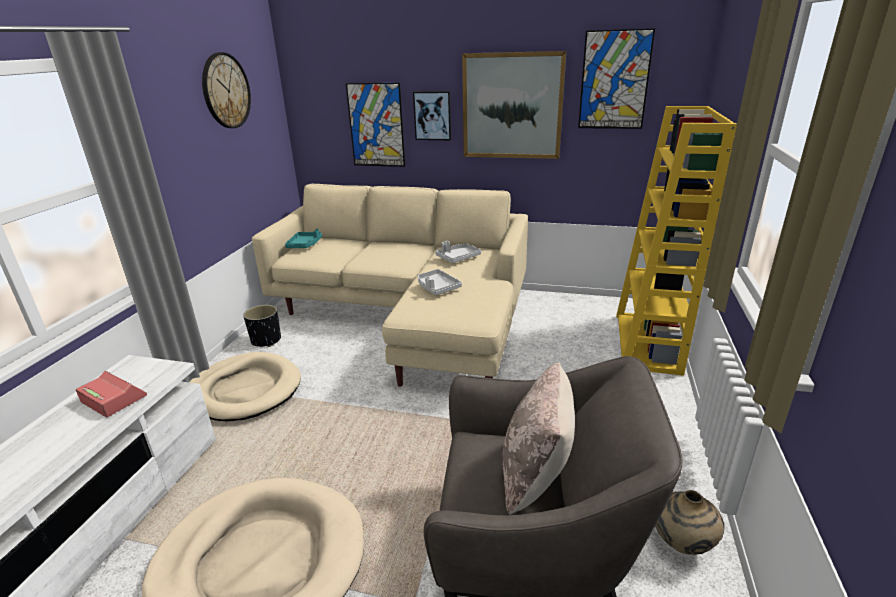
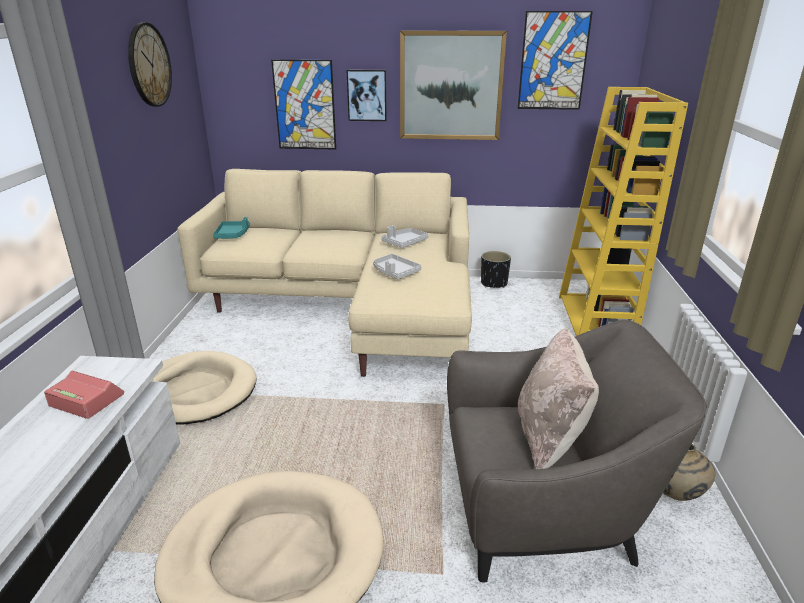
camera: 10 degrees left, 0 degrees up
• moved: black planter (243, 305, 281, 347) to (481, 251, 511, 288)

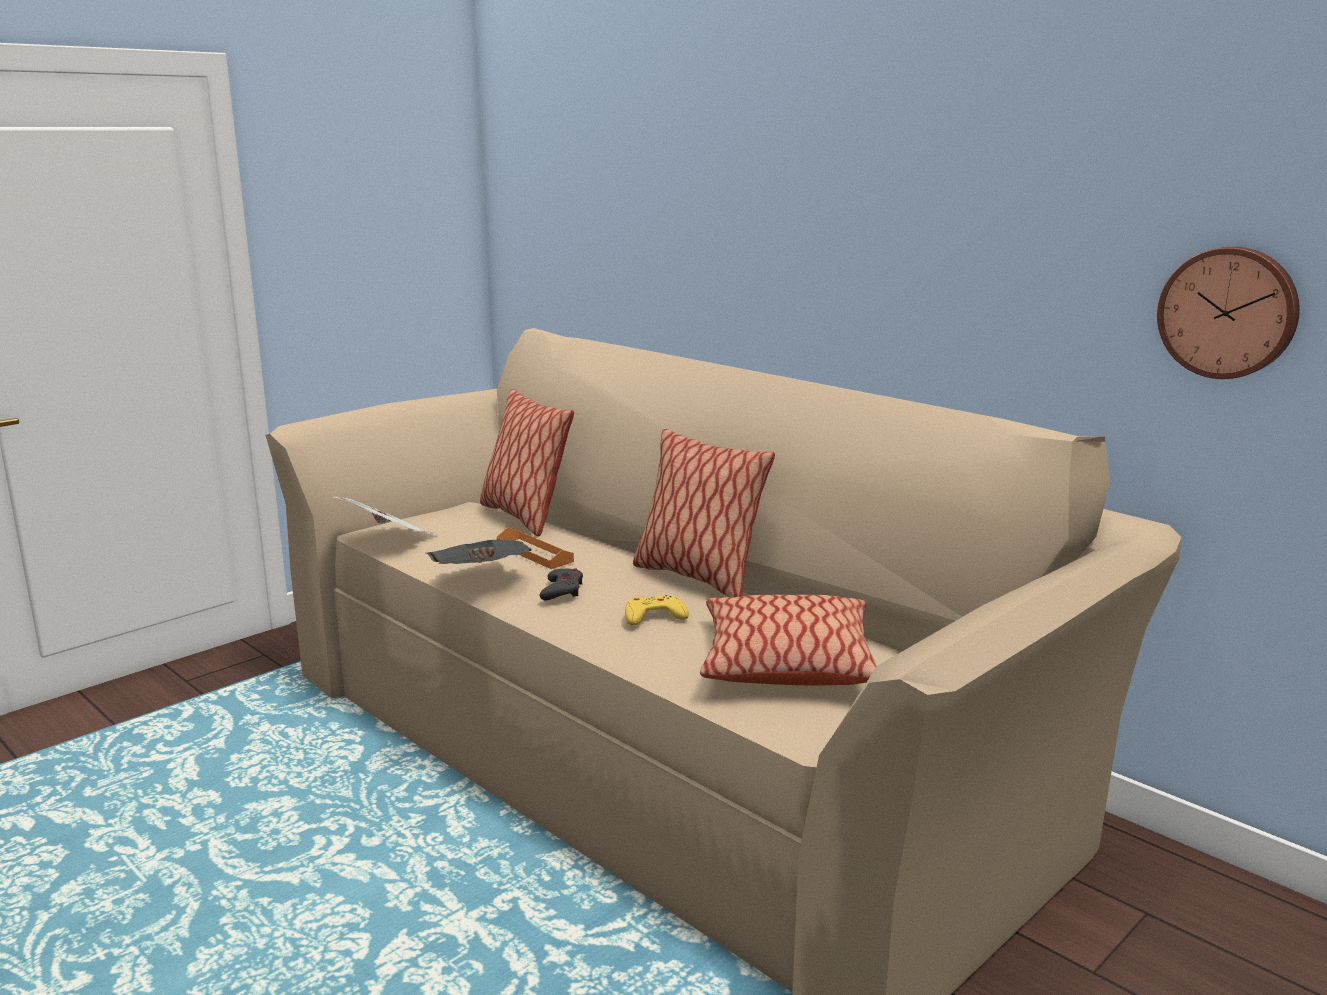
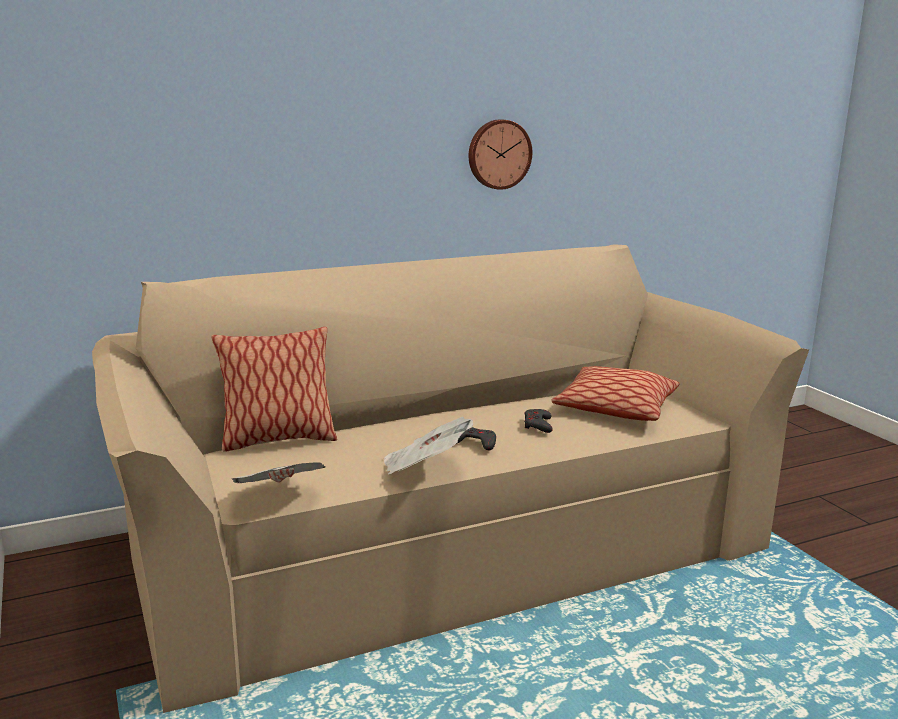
camera: 70 degrees left, 0 degrees up
• moved: wall clock (1157, 247, 1300, 379) to (469, 119, 532, 190)
• recoloured: yellow game controller (625, 595, 689, 625) to grey game controller (524, 409, 553, 433)
• removed: orange tray (497, 527, 574, 569)
• removed: pillow (633, 428, 775, 597)

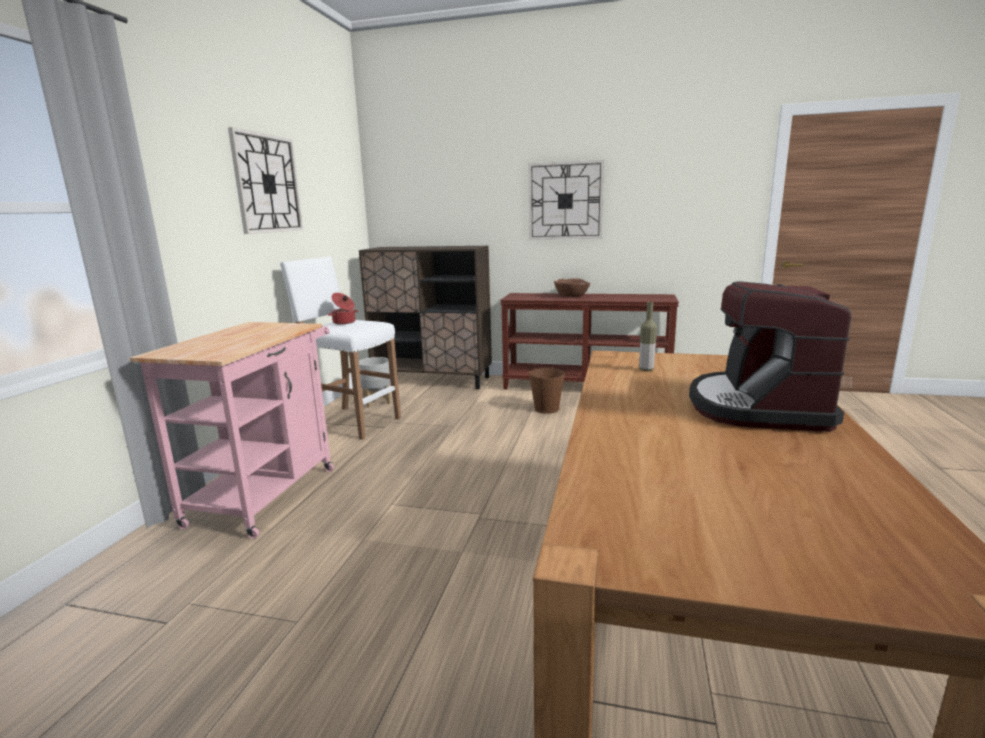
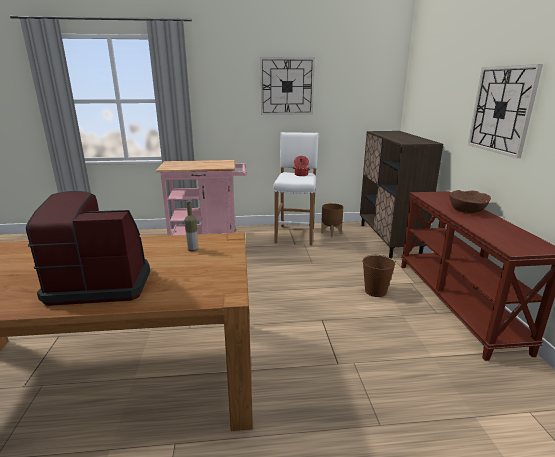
camera: 70 degrees right, 5 degrees up
• recoloured: grey planter (359, 357, 391, 407) to brown planter (321, 203, 343, 237)

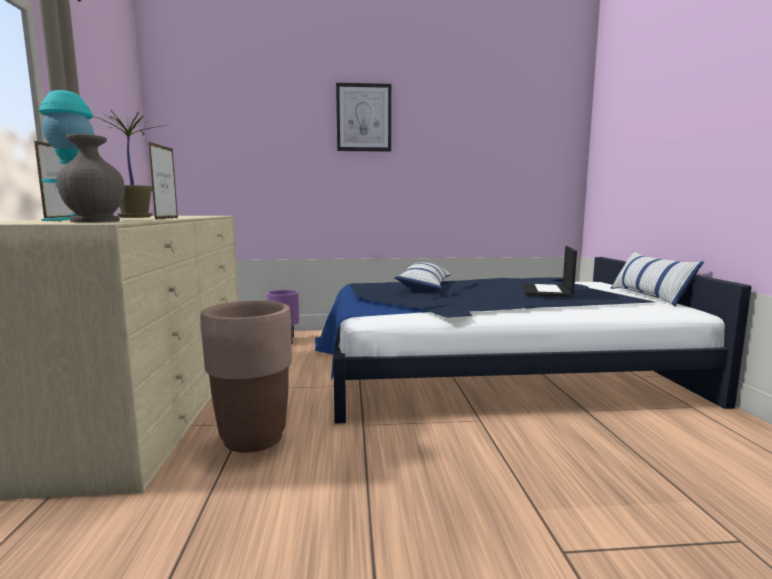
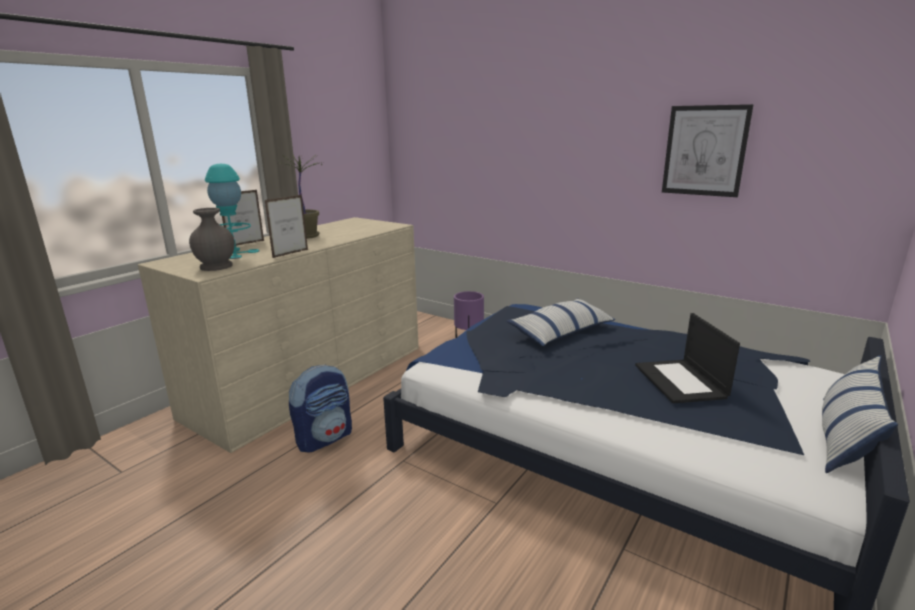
camera: 40 degrees right, 10 degrees up
• replaced: brown planter (200, 301, 292, 453) to backpack (289, 364, 352, 453)
• turned: laptop (522, 246, 577, 297) = (635, 313, 740, 403) 60 degrees counterclockwise
• moved: picture (336, 83, 391, 152) to (662, 104, 753, 197)

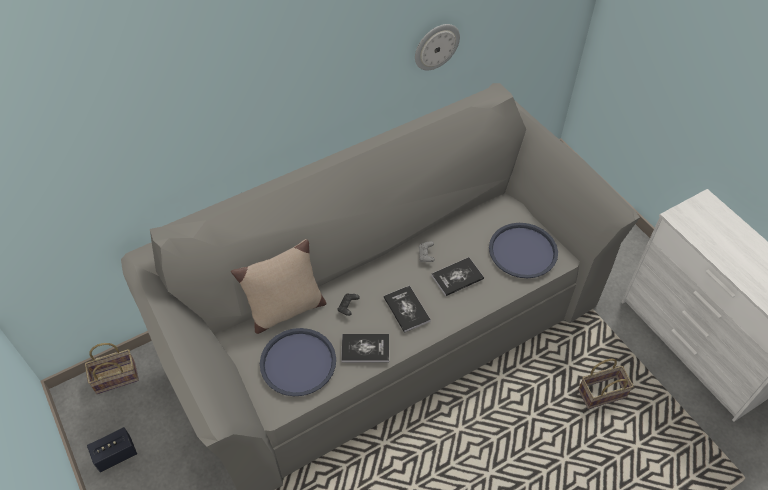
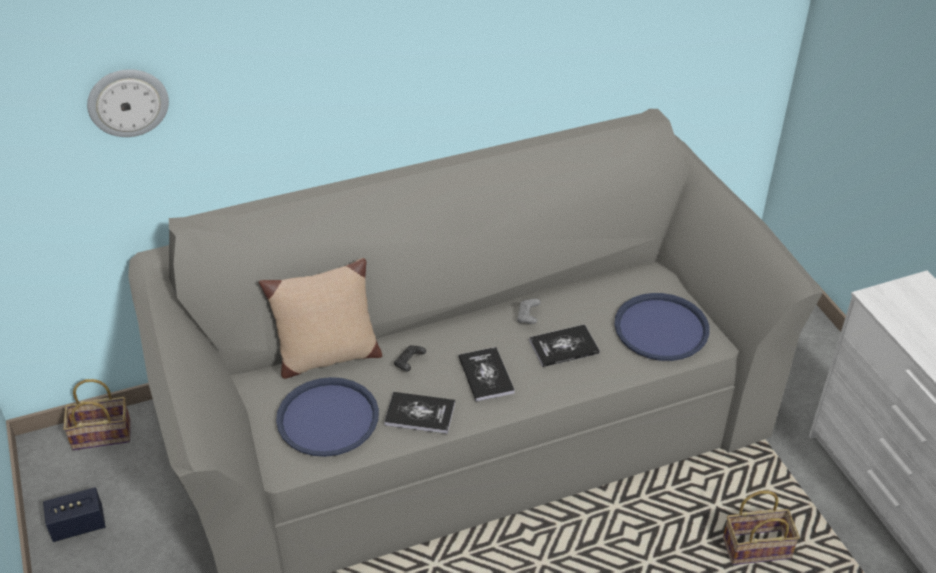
camera: 10 degrees right, 10 degrees down
• moved: wall clock (415, 24, 460, 70) to (87, 69, 169, 137)

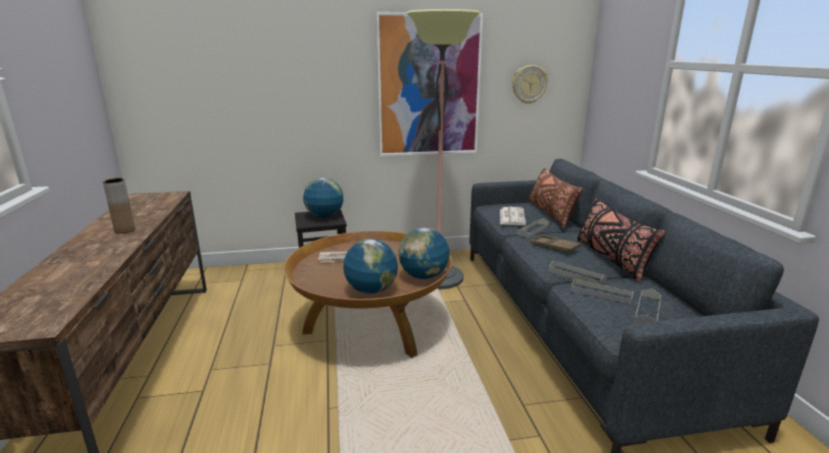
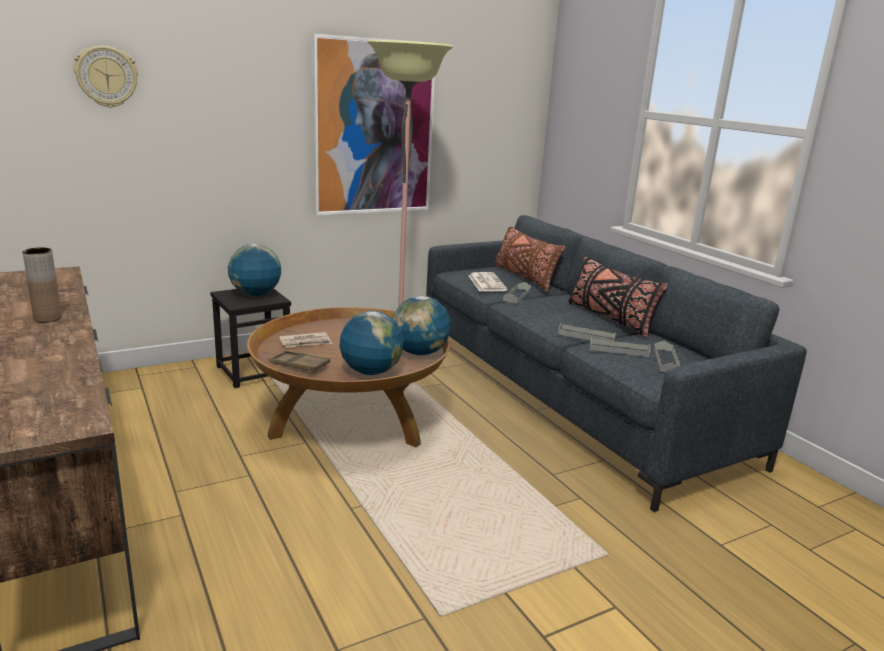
camera: 20 degrees left, 0 degrees up
• moved: wall clock (512, 65, 548, 104) to (73, 46, 138, 108)
• moved: brown tray (530, 235, 581, 253) to (269, 350, 330, 372)

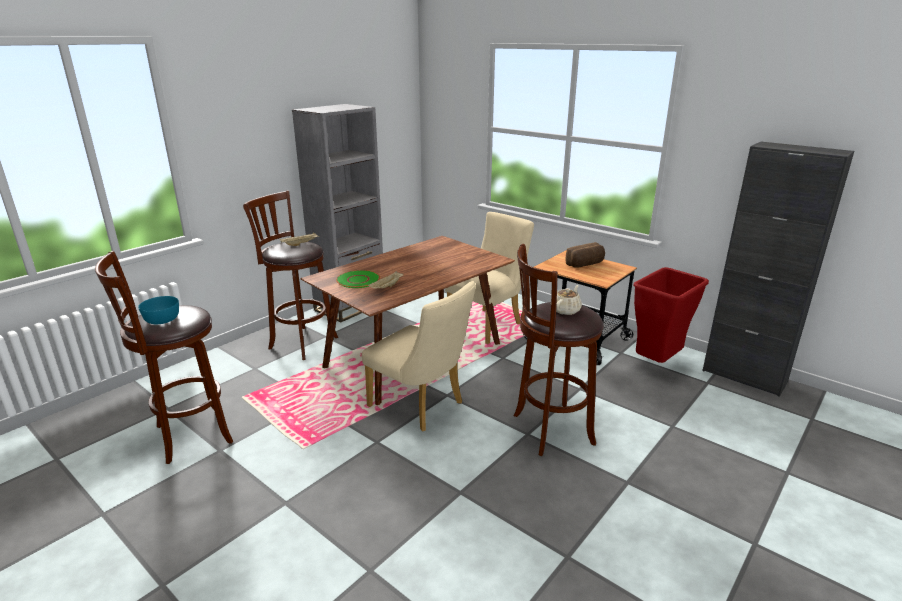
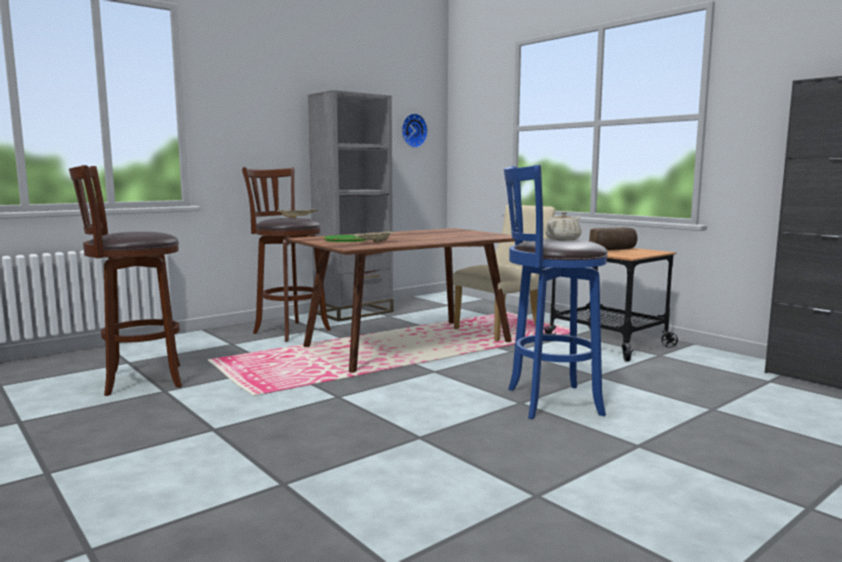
camera: 10 degrees right, 15 degrees down
• added: wall clock (401, 113, 428, 148)
• recoloured: brown stool (514, 244, 603, 456) to blue stool (504, 165, 608, 419)
• removed: turquoise bowl (138, 296, 179, 324)
• removed: beige chair (362, 281, 476, 431)
• removed: red trash can (634, 267, 709, 363)

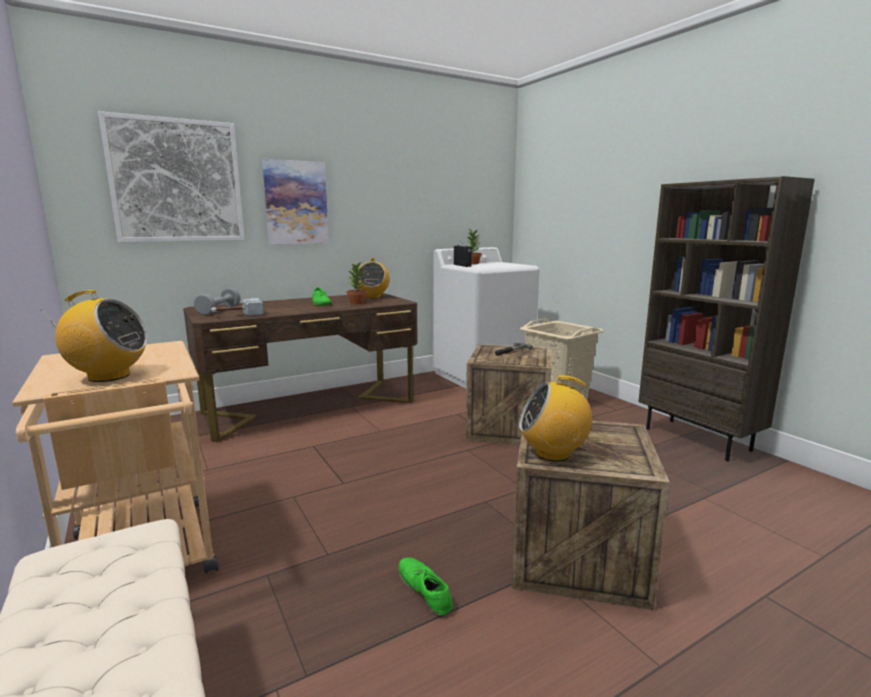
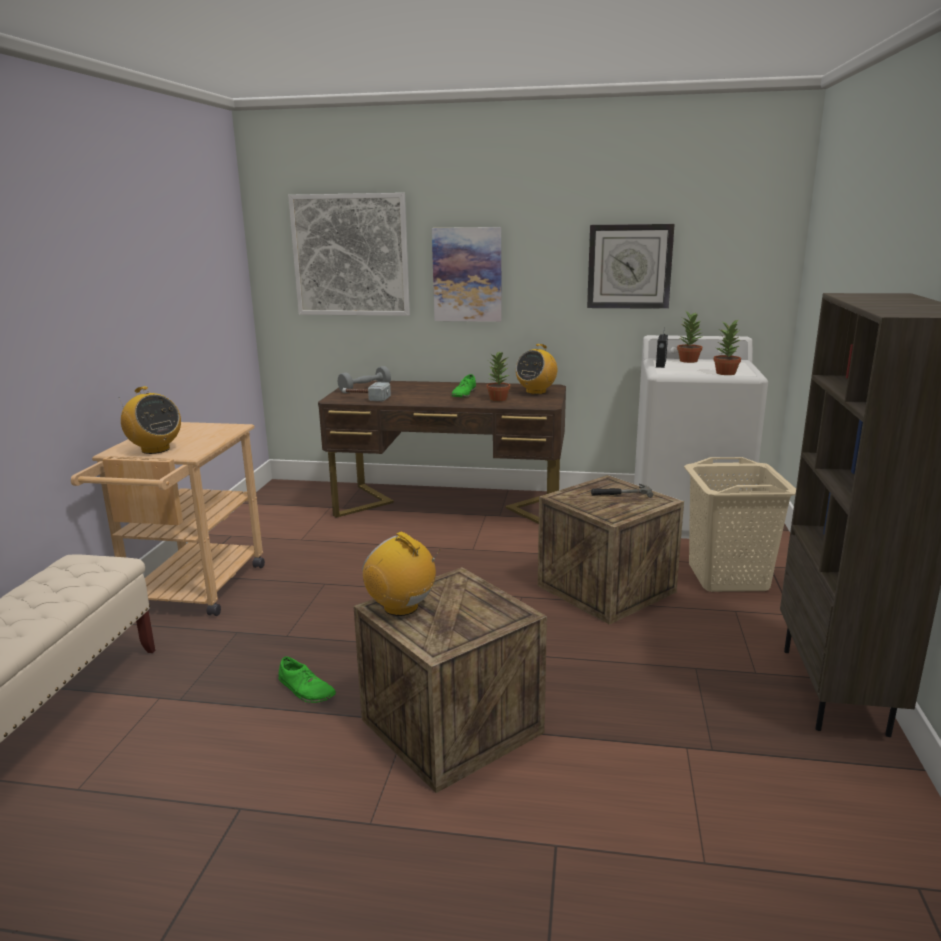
camera: 40 degrees right, 5 degrees up
• turned: green shoe (398, 558, 453, 616) = (278, 656, 336, 703) 120 degrees clockwise
• added: wall clock (587, 224, 675, 309)
• added: potted plant (714, 319, 741, 375)

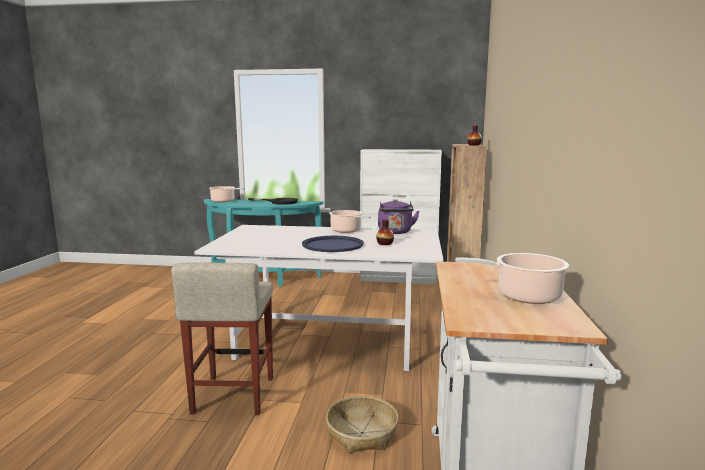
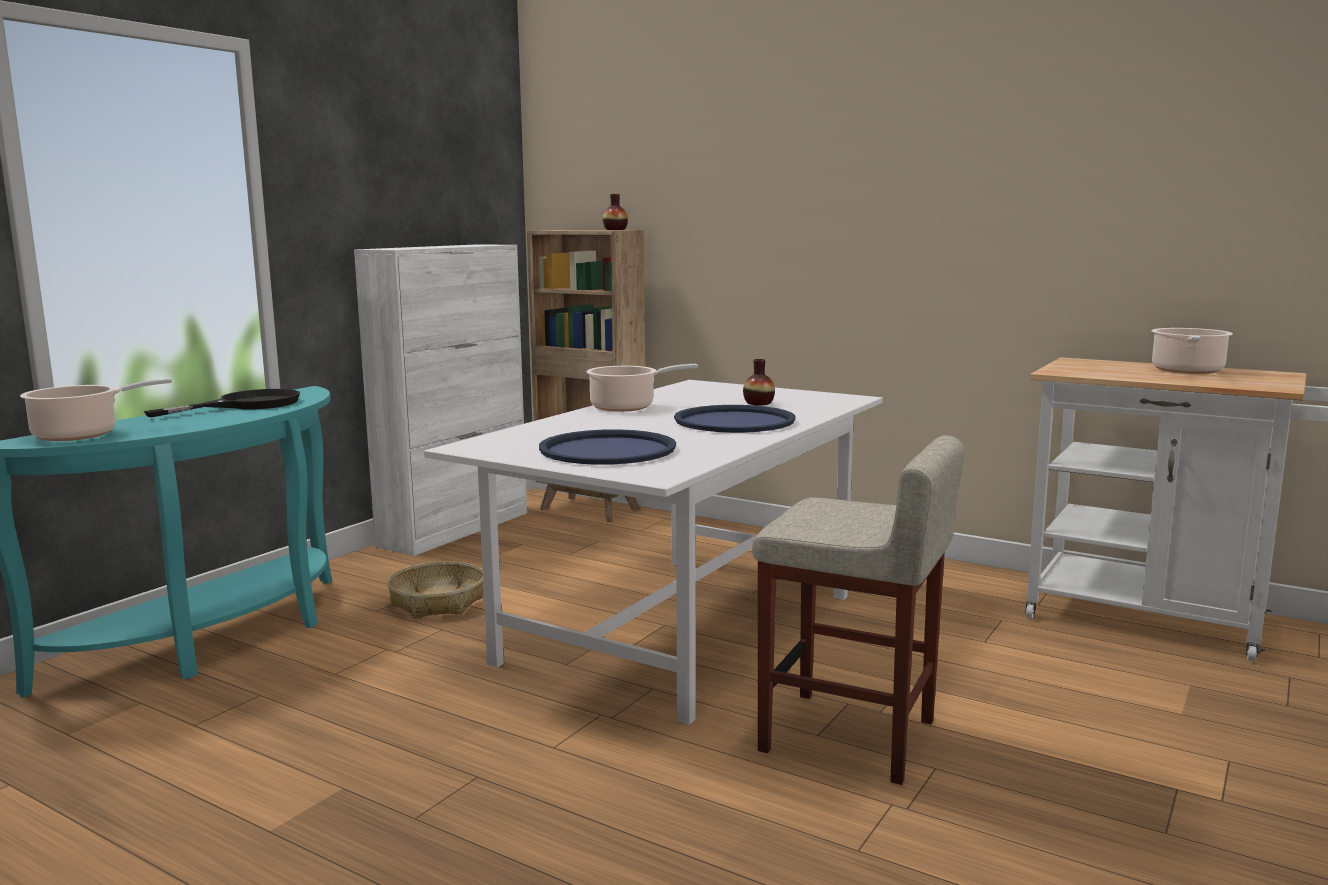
camera: 65 degrees left, 0 degrees up
• moved: basket (326, 396, 399, 453) to (387, 561, 484, 618)
• added: blue tray (539, 429, 676, 465)
• removed: purple kettle (378, 199, 420, 234)

